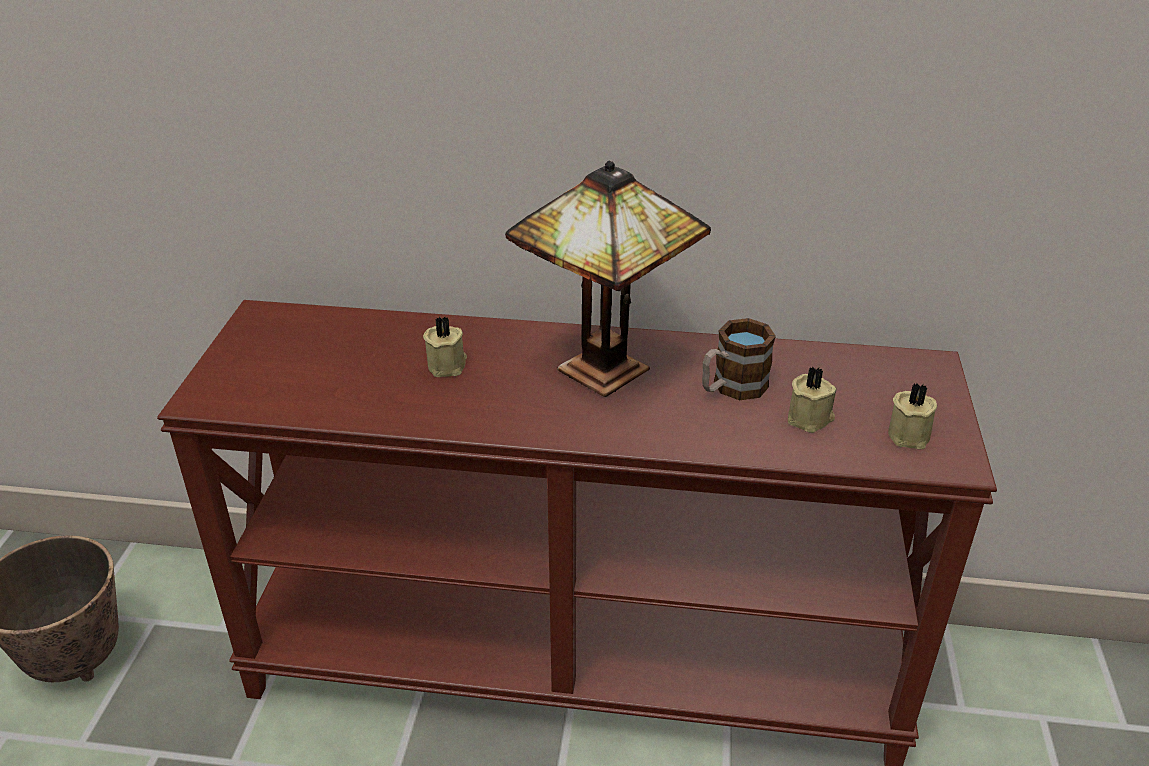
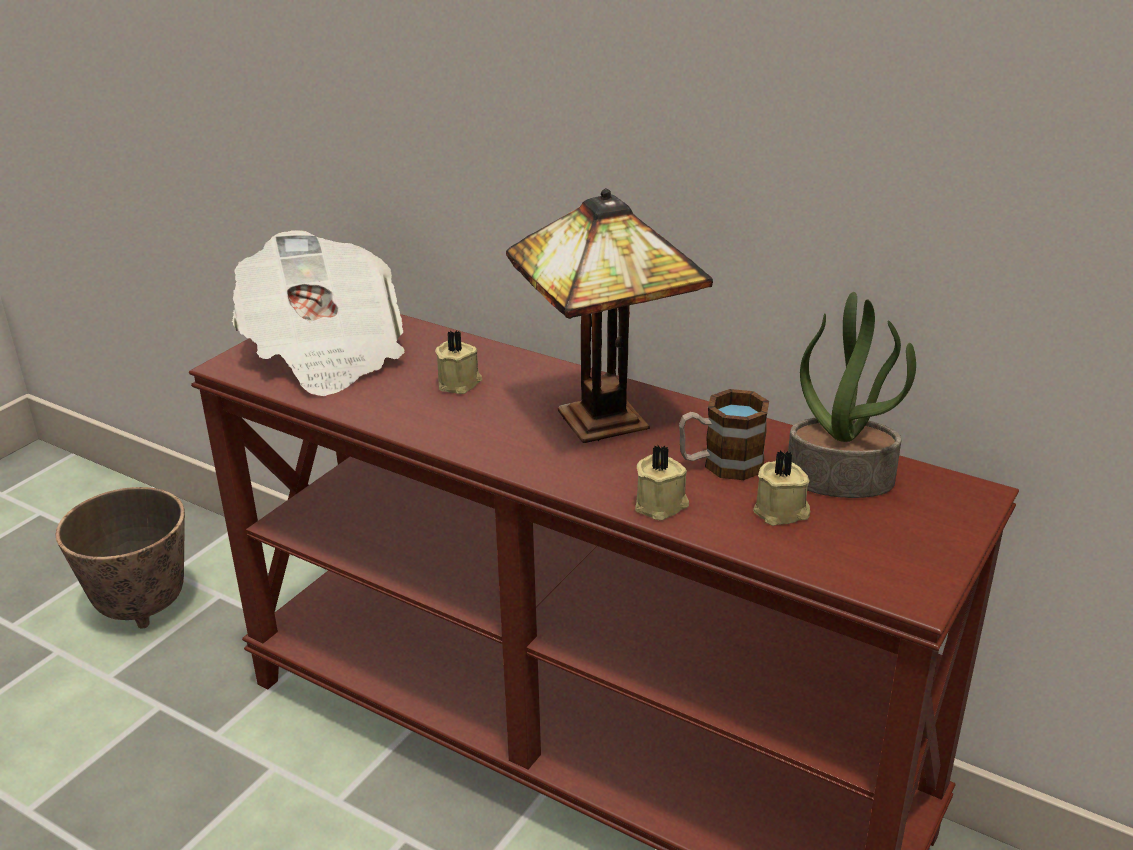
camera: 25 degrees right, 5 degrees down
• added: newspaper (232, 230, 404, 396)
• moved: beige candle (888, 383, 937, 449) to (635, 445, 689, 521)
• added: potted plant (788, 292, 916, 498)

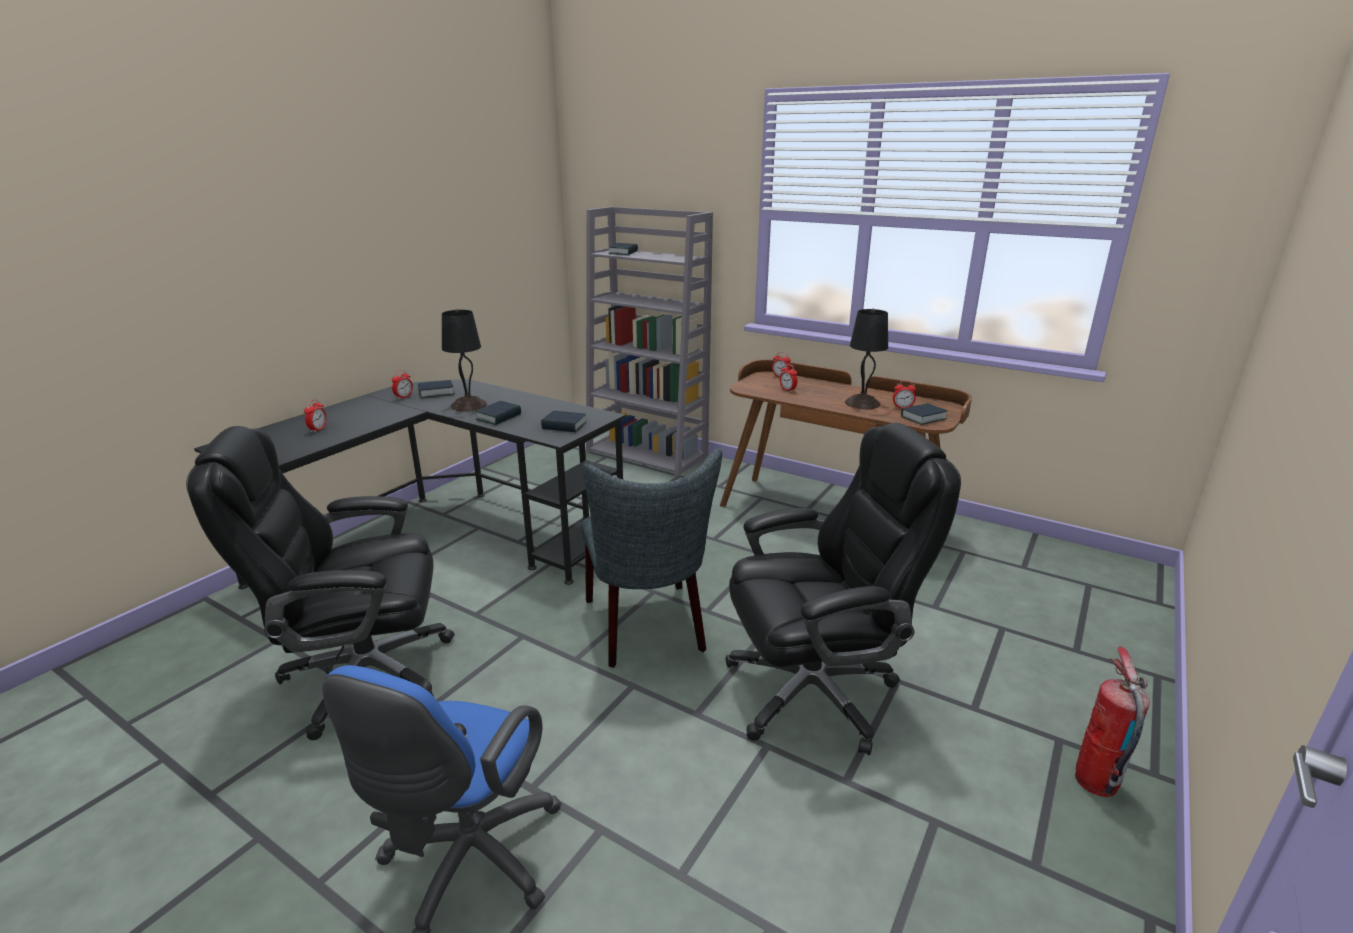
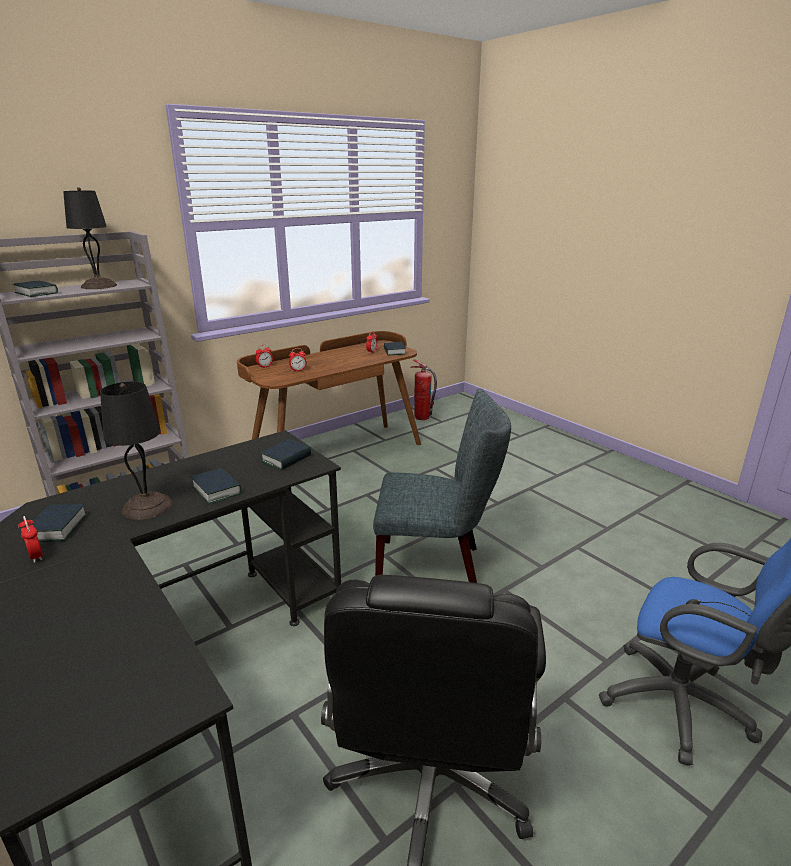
camera: 70 degrees left, 0 degrees up
• moved: black table lamp (845, 308, 888, 409) to (63, 187, 117, 289)
• moved: fire extinguisher (1075, 646, 1150, 797) to (410, 359, 437, 420)
• removed: alarm clock (304, 399, 327, 433)
• removed: black office chair (726, 423, 961, 755)

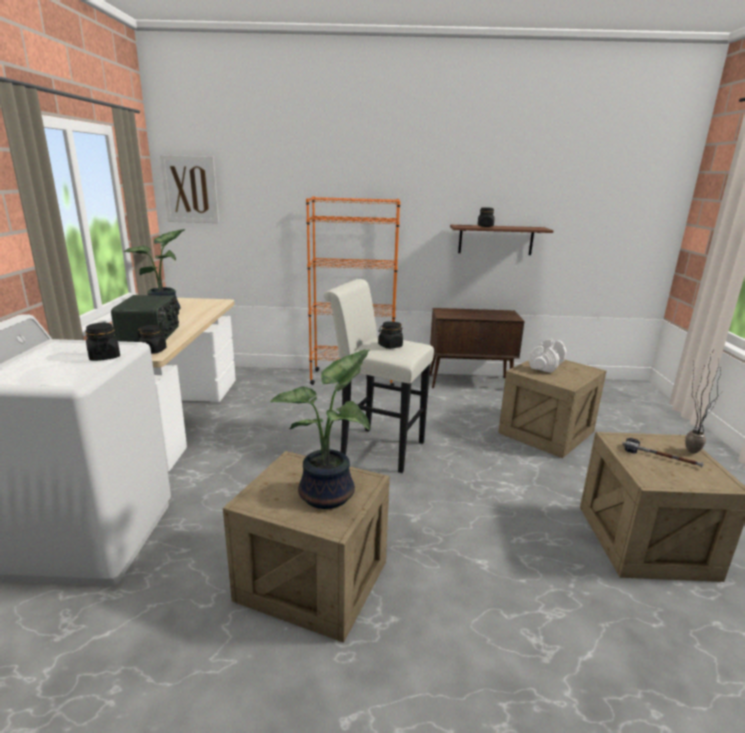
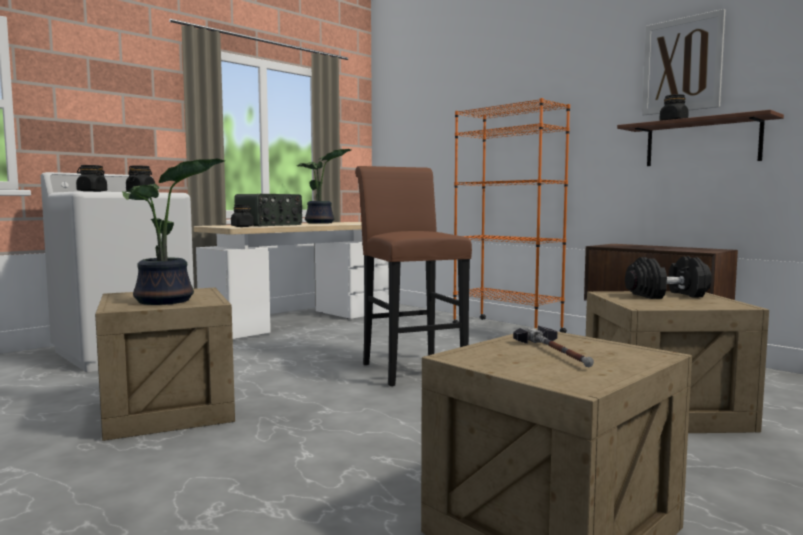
camera: 45 degrees right, 15 degrees down
• moved: black jar (378, 321, 403, 349) to (76, 165, 107, 192)
• recoloured: white stool (323, 279, 434, 473) to brown stool (355, 166, 472, 386)
• recoloured: white dumbbell (529, 338, 566, 373) to black dumbbell (625, 256, 712, 299)
• moved: picture (160, 155, 219, 223) to (642, 9, 725, 115)
• removed: potted plant (685, 353, 721, 453)

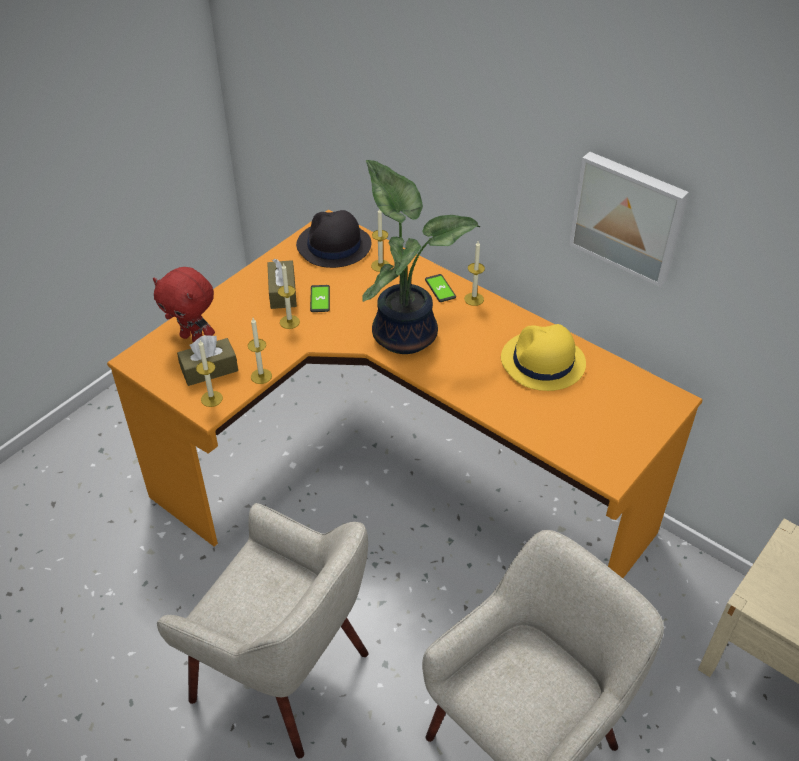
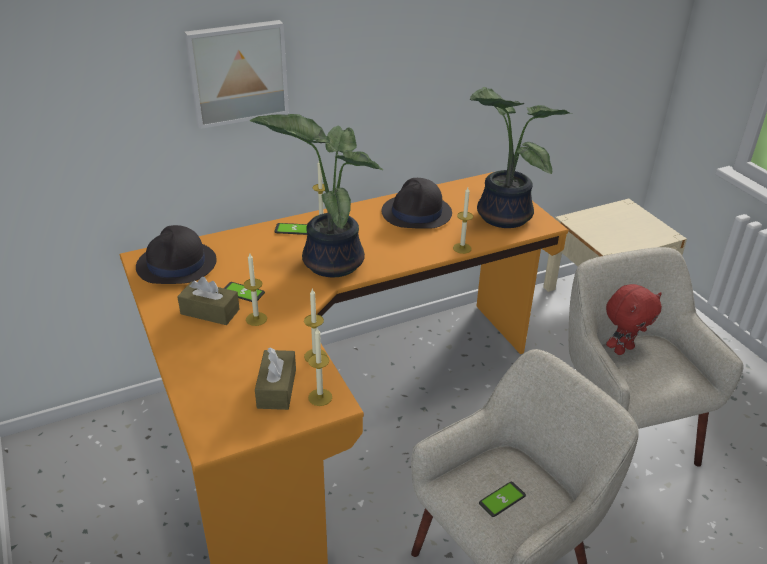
camera: 65 degrees left, 10 degrees down
• moved: picture (569, 152, 689, 287) to (184, 20, 289, 129)
• recoloured: yellow hat (501, 324, 586, 391) to black hat (382, 178, 452, 229)
• moved: candle (371, 209, 389, 272) to (453, 187, 473, 254)
• added: potted plant (470, 87, 572, 228)
• added: phone (479, 482, 526, 517)
• moved: red plush toy (153, 267, 215, 343) to (606, 284, 662, 355)

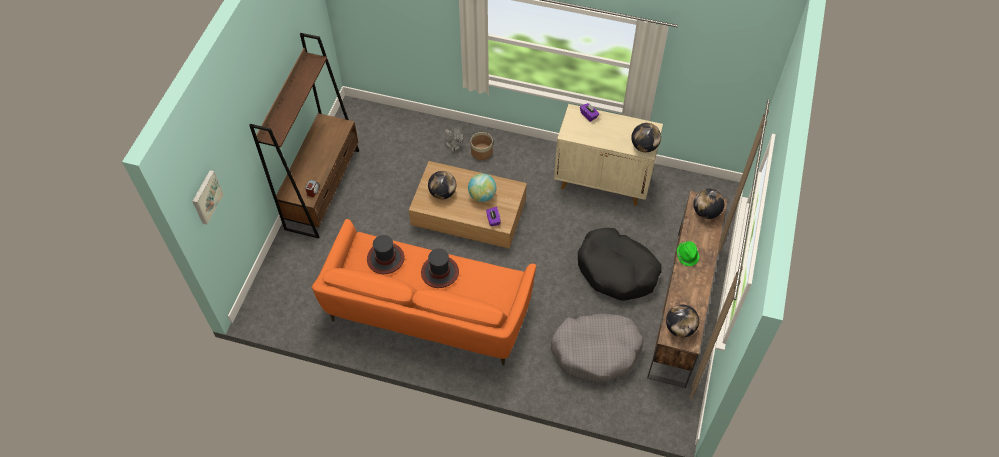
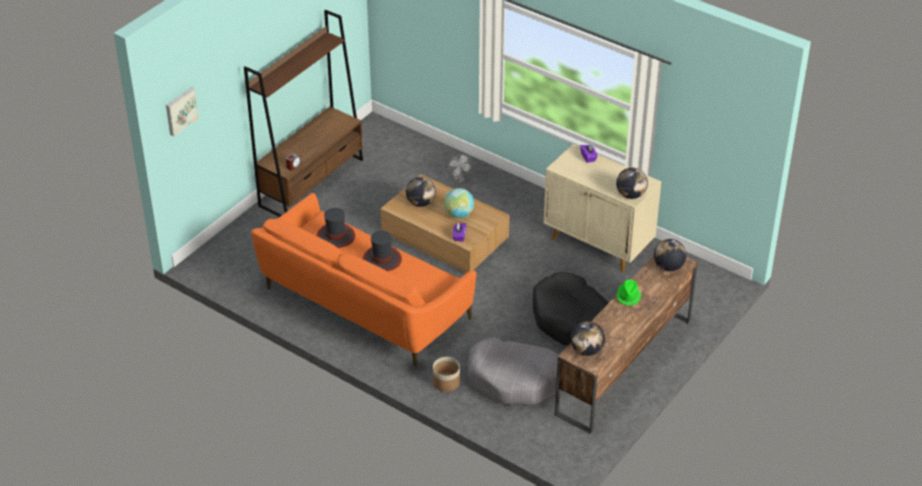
camera: 20 degrees right, 15 degrees down
• moved: planter (471, 132, 493, 160) to (433, 357, 460, 392)

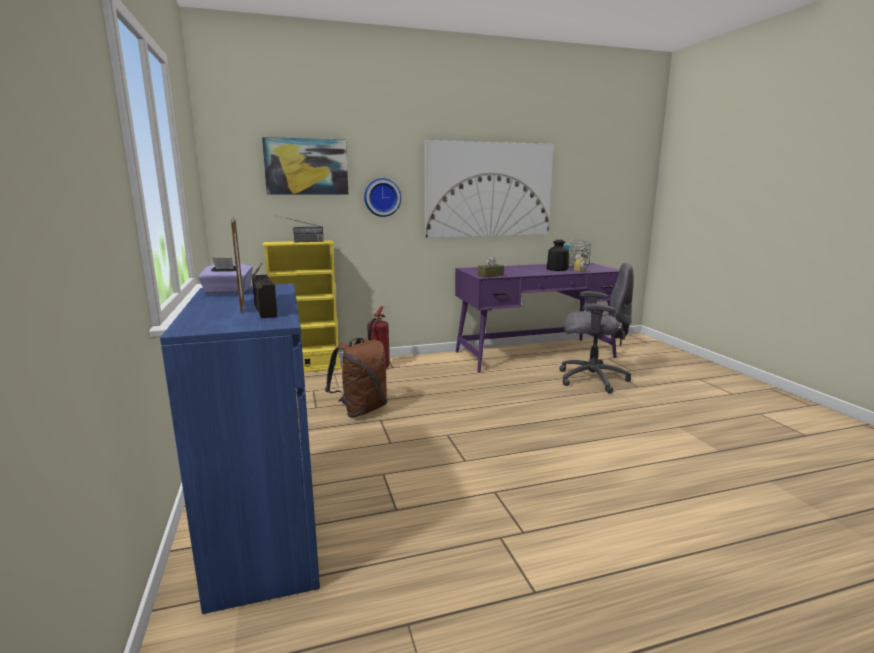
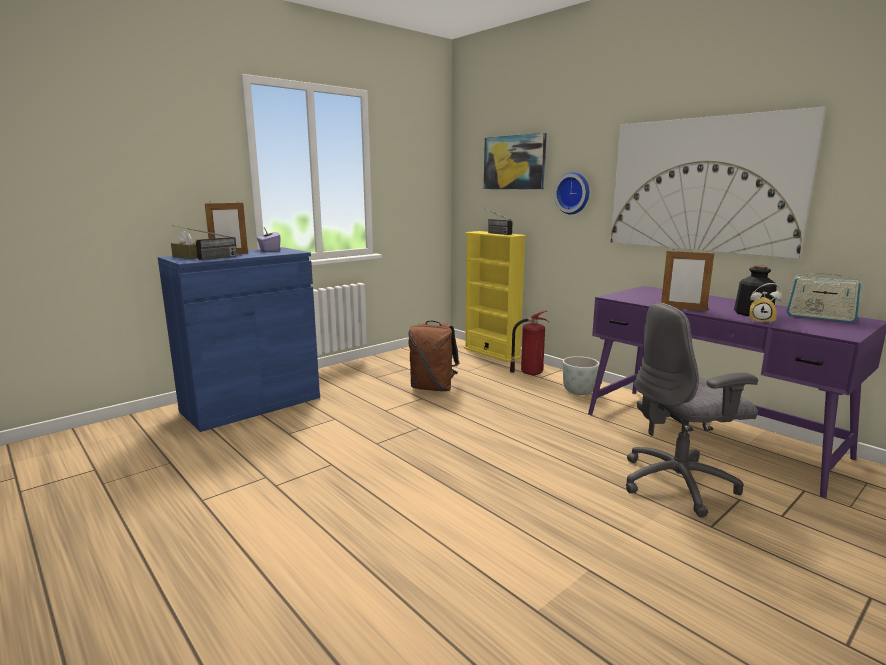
camera: 65 degrees right, 0 degrees up
• moved: brown tissue box (478, 256, 504, 278) to (171, 230, 197, 259)
• added: grey planter (563, 356, 600, 395)
• turned: grey office chair (559, 262, 634, 394) = (626, 303, 758, 517) 90 degrees clockwise
• added: picture frame (661, 249, 714, 311)

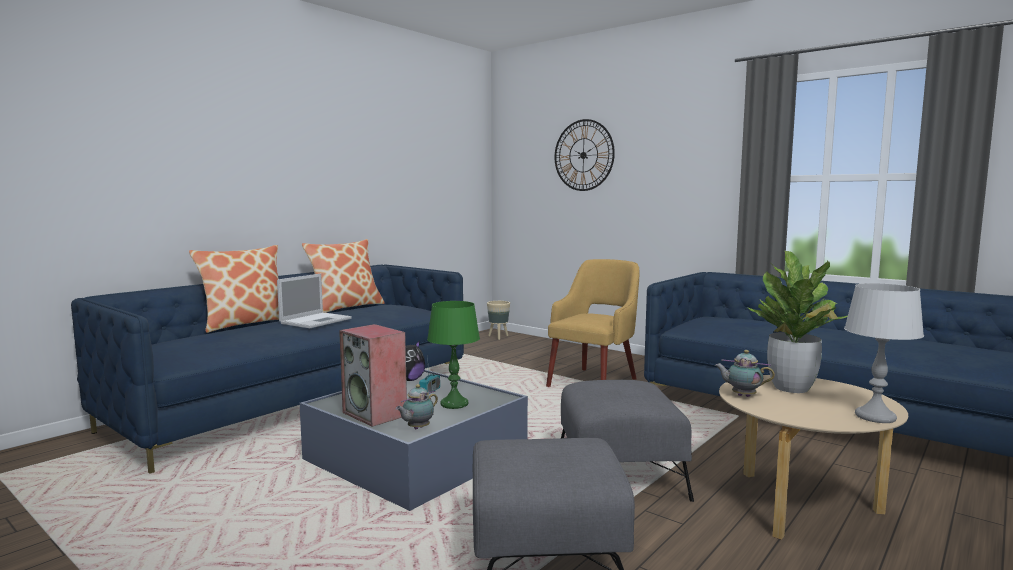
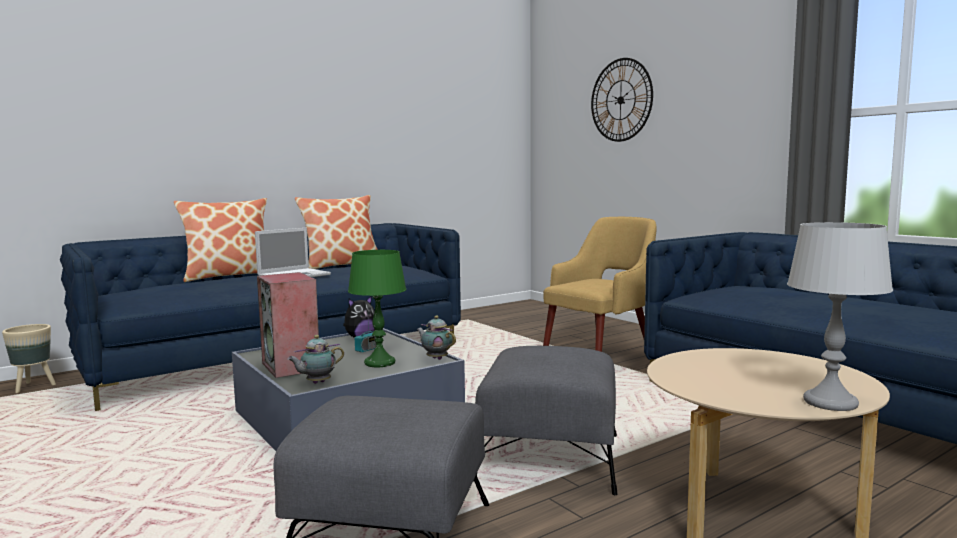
camera: 15 degrees right, 0 degrees up
• moved: beige planter (487, 301, 510, 340) to (2, 324, 56, 393)
• moved: teapot (715, 350, 775, 397) to (416, 316, 456, 360)
• removed: potted plant (749, 251, 848, 393)

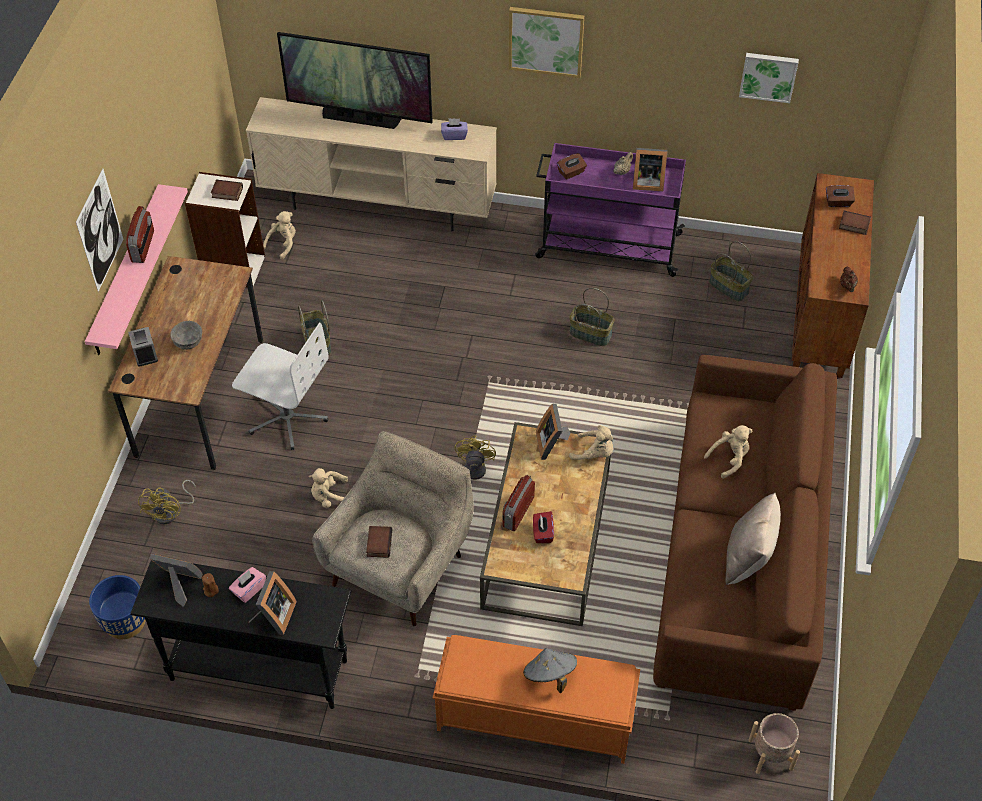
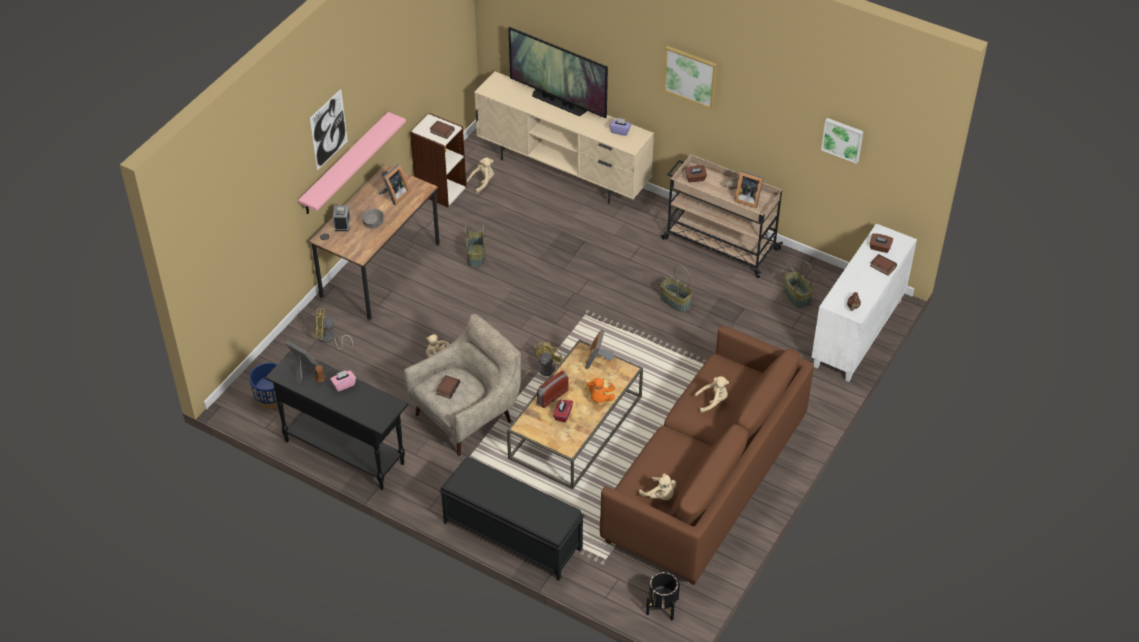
camera: 20 degrees right, 5 degrees down
• turned: yellow fan (138, 480, 196, 525) = (315, 308, 353, 349) 60 degrees clockwise
• moved: picture frame (249, 571, 297, 635) to (379, 164, 411, 205)
• recoloured: orange bench (433, 635, 640, 764) to black bench (439, 457, 585, 581)
• added: orange plush toy (587, 378, 615, 403)
• moved: beige plush toy (569, 425, 613, 460) to (639, 473, 676, 500)
• recoloured: beige planter (748, 713, 800, 774) to black planter (646, 572, 680, 620)
• recoloured: purple cart (535, 143, 686, 277) to beige cart (661, 154, 783, 278)
• recoloured: brown cabinet (792, 173, 874, 378) to white cabinet (811, 224, 917, 382)
• removed: radio (126, 206, 154, 263)
• removed: white office chair (232, 322, 329, 450)
• removed: grey hat (523, 648, 577, 693)
• removed: beige pillow (725, 493, 781, 585)

